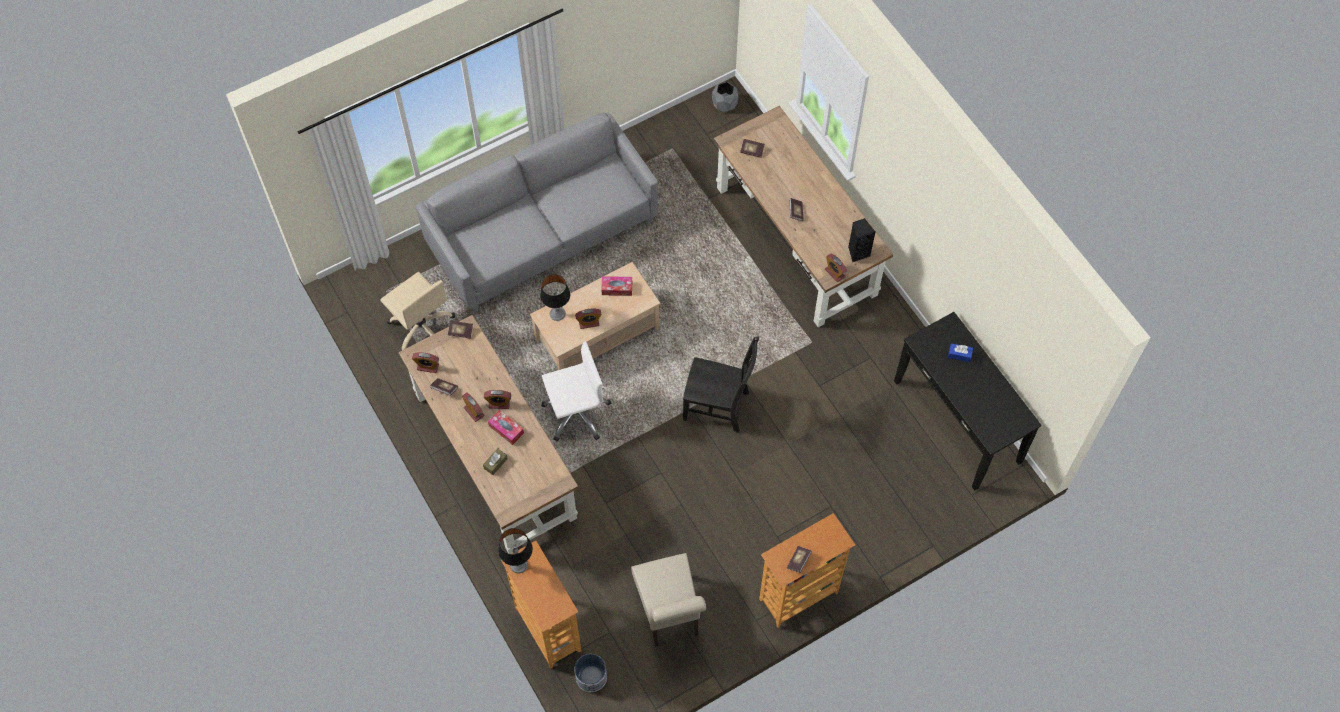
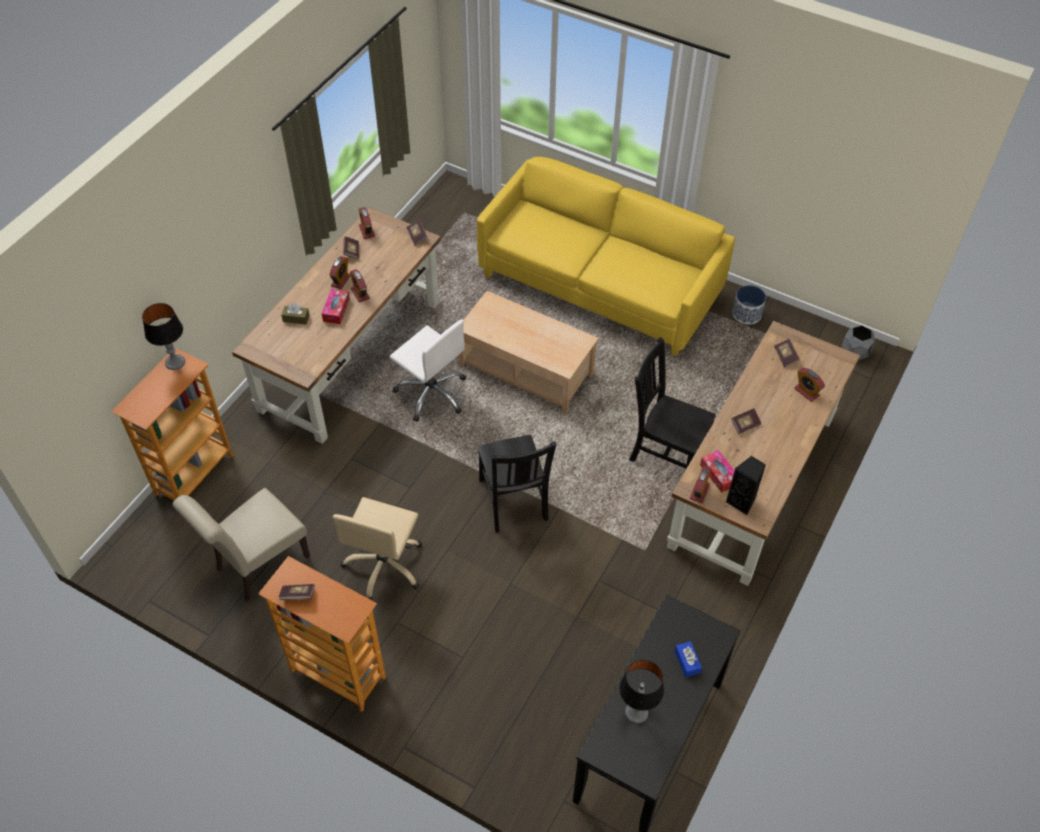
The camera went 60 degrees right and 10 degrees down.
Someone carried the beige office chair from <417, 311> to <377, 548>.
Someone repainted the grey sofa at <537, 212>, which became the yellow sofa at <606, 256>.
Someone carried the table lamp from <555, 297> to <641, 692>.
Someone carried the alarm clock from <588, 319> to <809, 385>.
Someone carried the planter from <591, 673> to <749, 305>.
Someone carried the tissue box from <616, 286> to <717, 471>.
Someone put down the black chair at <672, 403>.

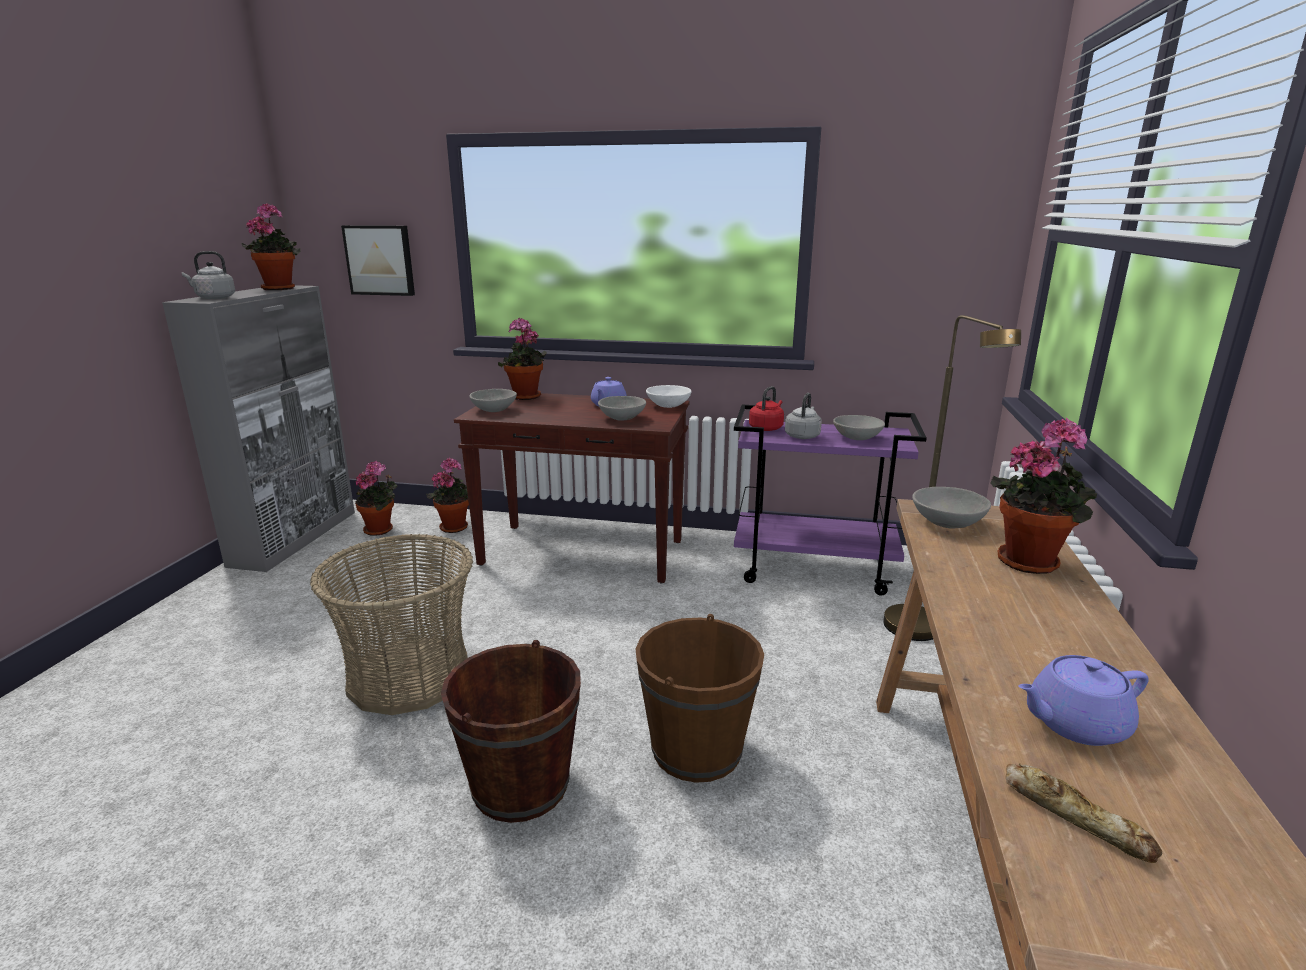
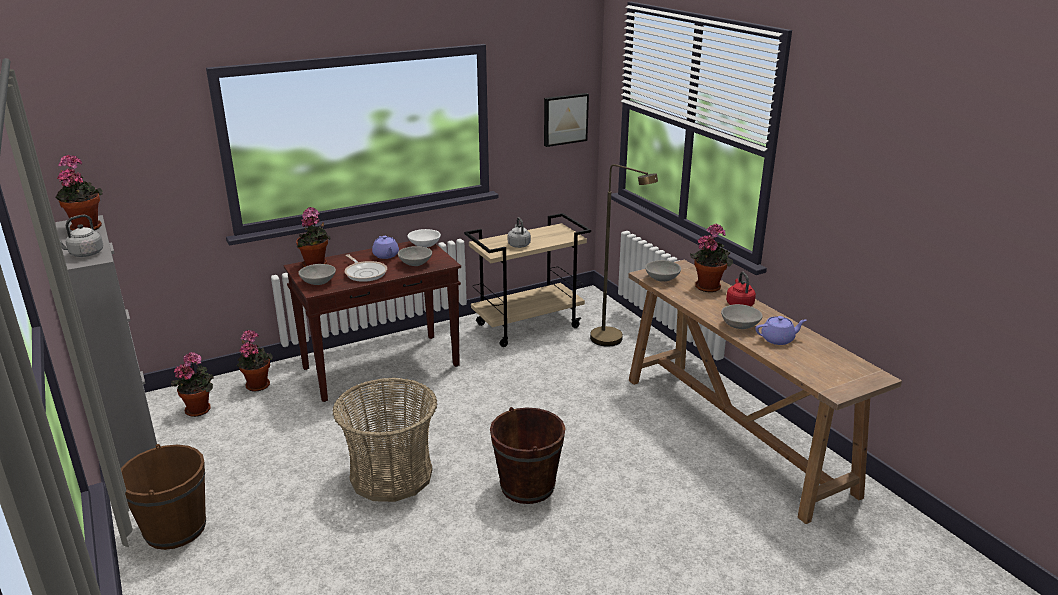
The camera went 40 degrees left and 5 degrees up.
Someone carried the picture from <378, 260> to <566, 120>.
Someone carried the brown bucket from <699, 698> to <163, 497>.
Someone repainted the purple cart at <830, 500>, which became the beige cart at <527, 280>.
Someone carried the red kettle from <766, 408> to <741, 289>.
Someone carried the grey bowl from <859, 427> to <741, 316>.
Someone took away the bread at <1084, 813>.
Someone rotated the purple teapot at <1083, 700> by 135 degrees counterclockwise.
Someone put down the frying pan at <366, 268>.

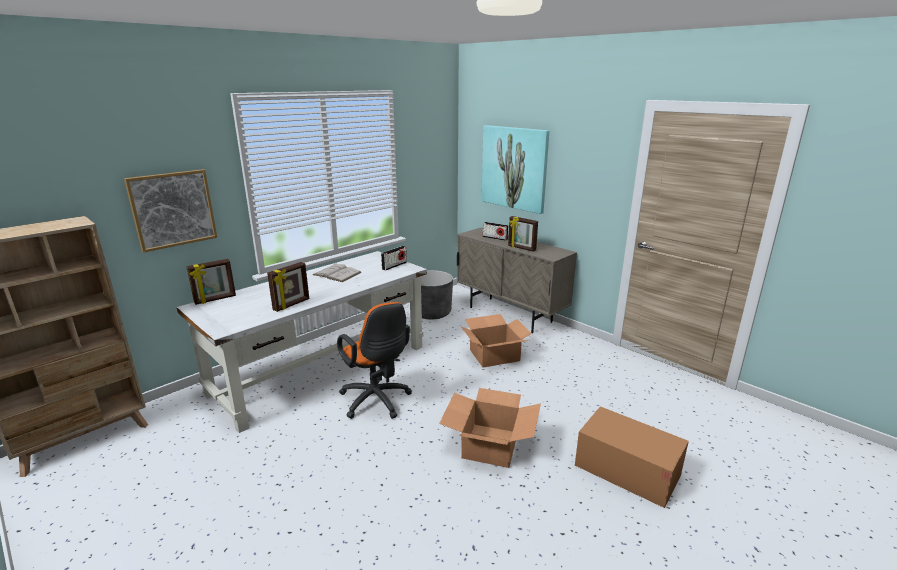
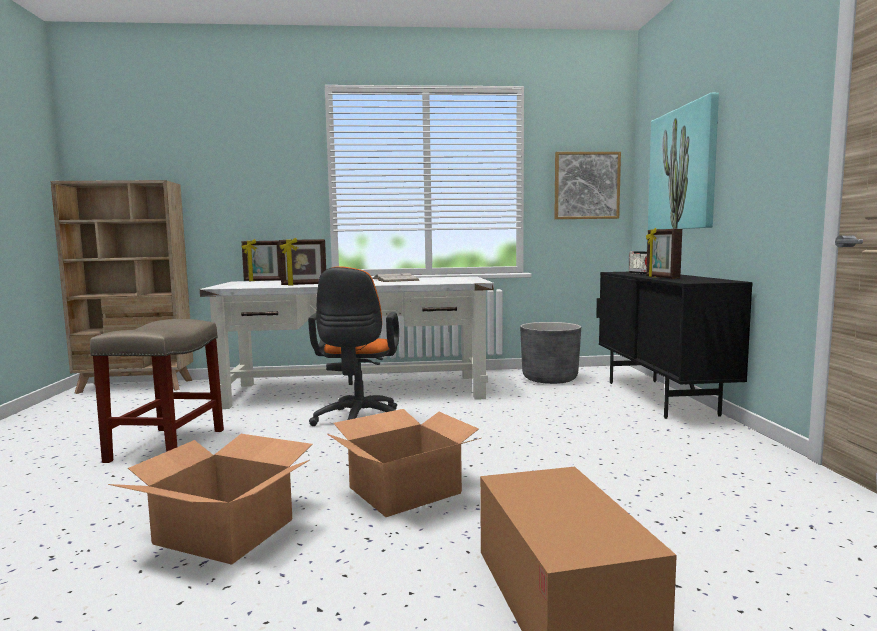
The camera went 40 degrees right and 15 degrees down.
Someone carried the picture from <170, 211> to <587, 185>.
Someone took away the radio at <394, 258>.
Someone repainted the beige cabinet at <517, 280>, which became the black cabinet at <674, 345>.
Someone carried the cardboard box from <496, 341> to <210, 499>.
Someone put down the beige stool at <157, 391>.

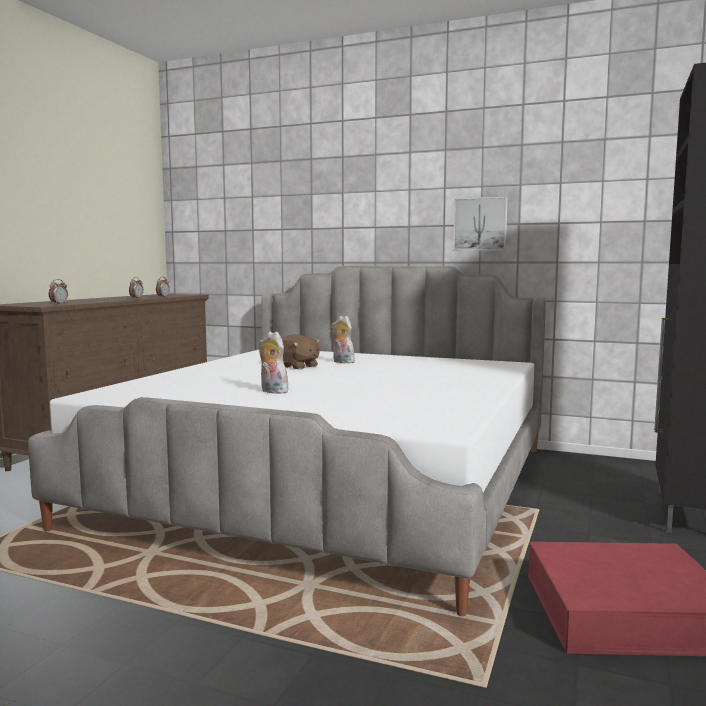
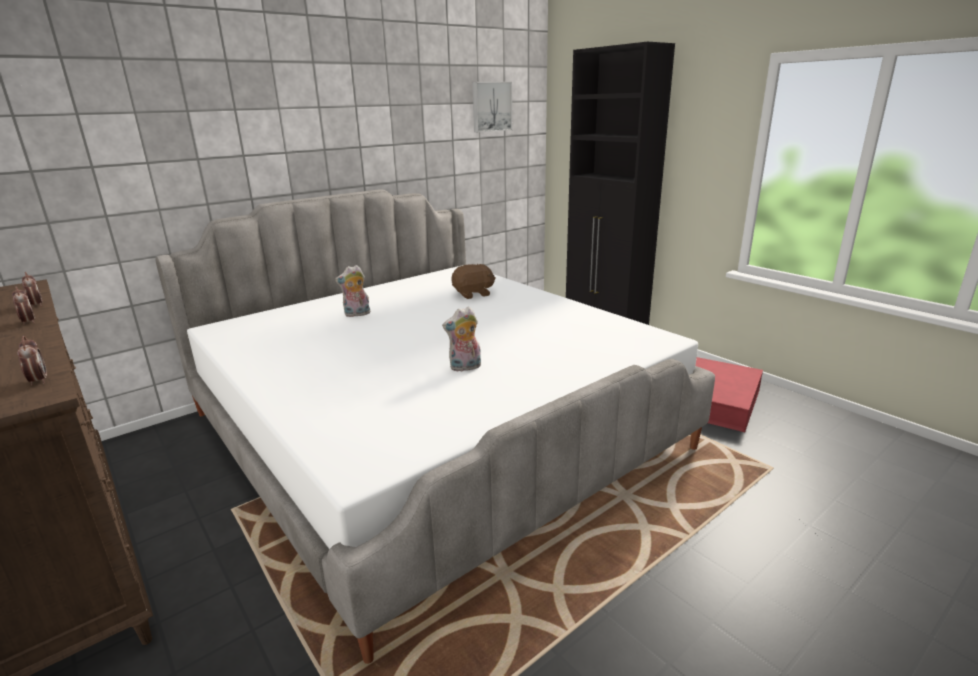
The camera went 60 degrees left and 15 degrees up.
Someone carried the brown plush toy from <301, 352> to <473, 281>.
Someone carried the picture from <480, 224> to <492, 107>.

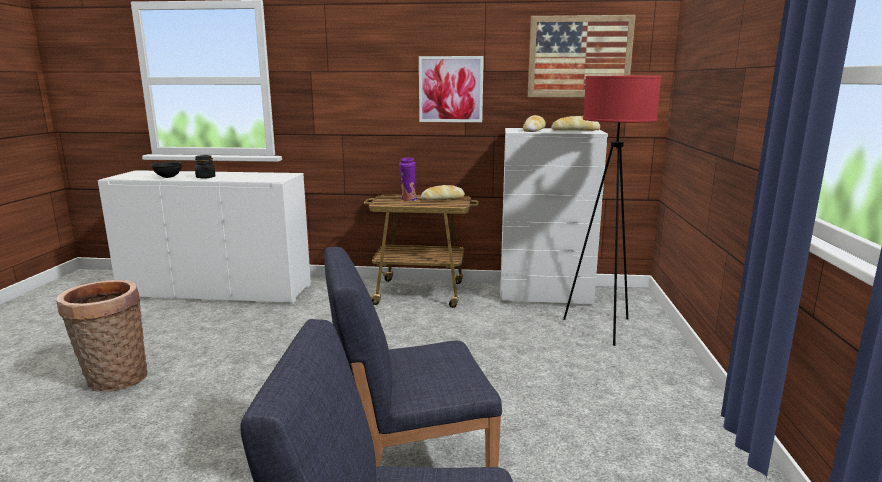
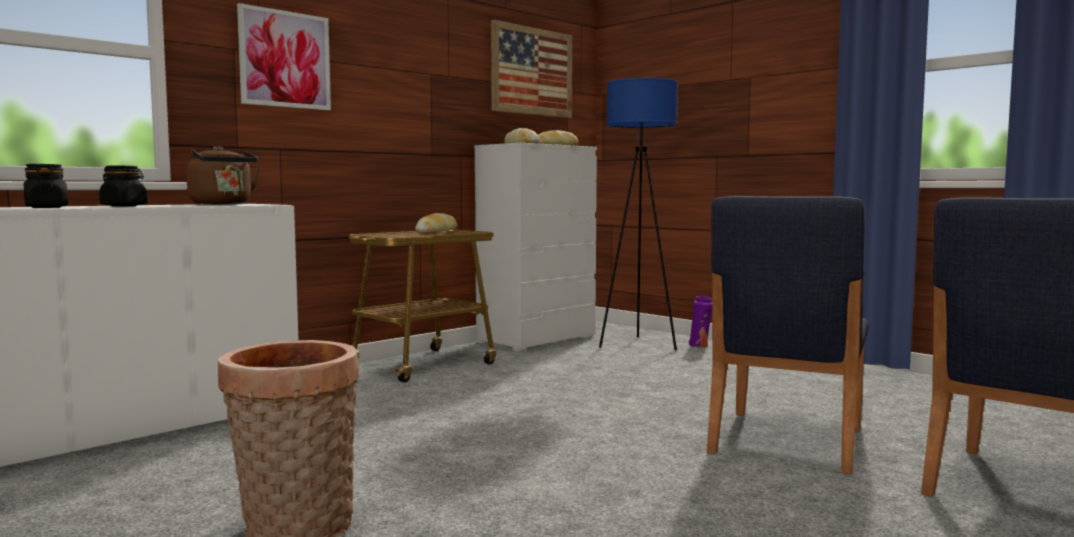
The camera went 50 degrees left and 10 degrees down.
Someone swapped the black bowl at <166, 170> for the black jar at <45, 186>.
Someone carried the purple vase from <408, 179> to <700, 322>.
Someone carried the picture from <451, 89> to <284, 56>.
Someone repainted the red floor lamp at <612, 211>, which became the blue floor lamp at <638, 214>.
Someone put down the brown kettle at <224, 175>.

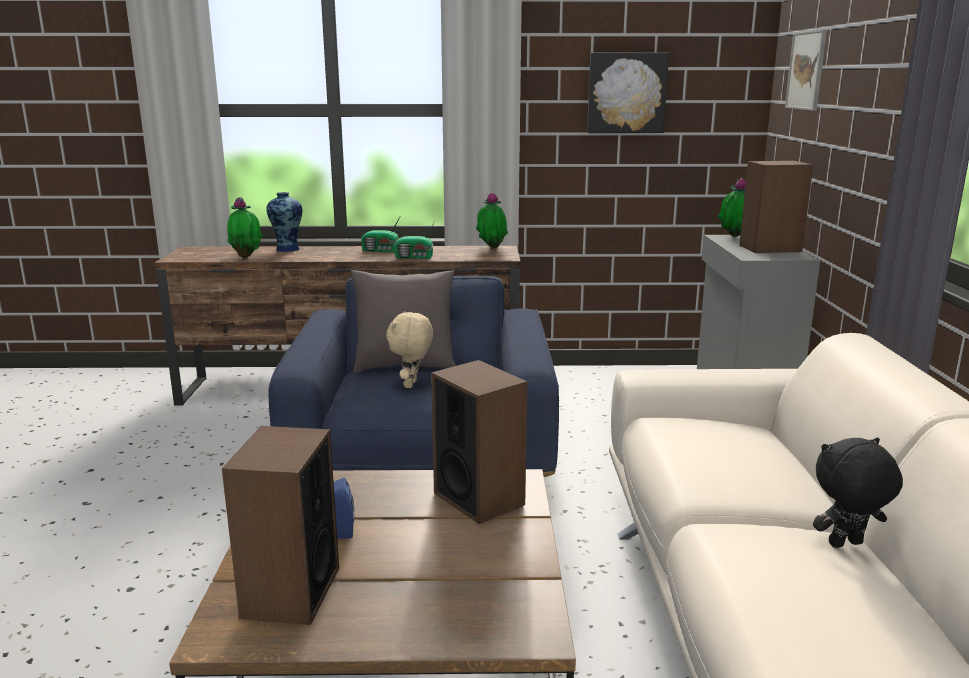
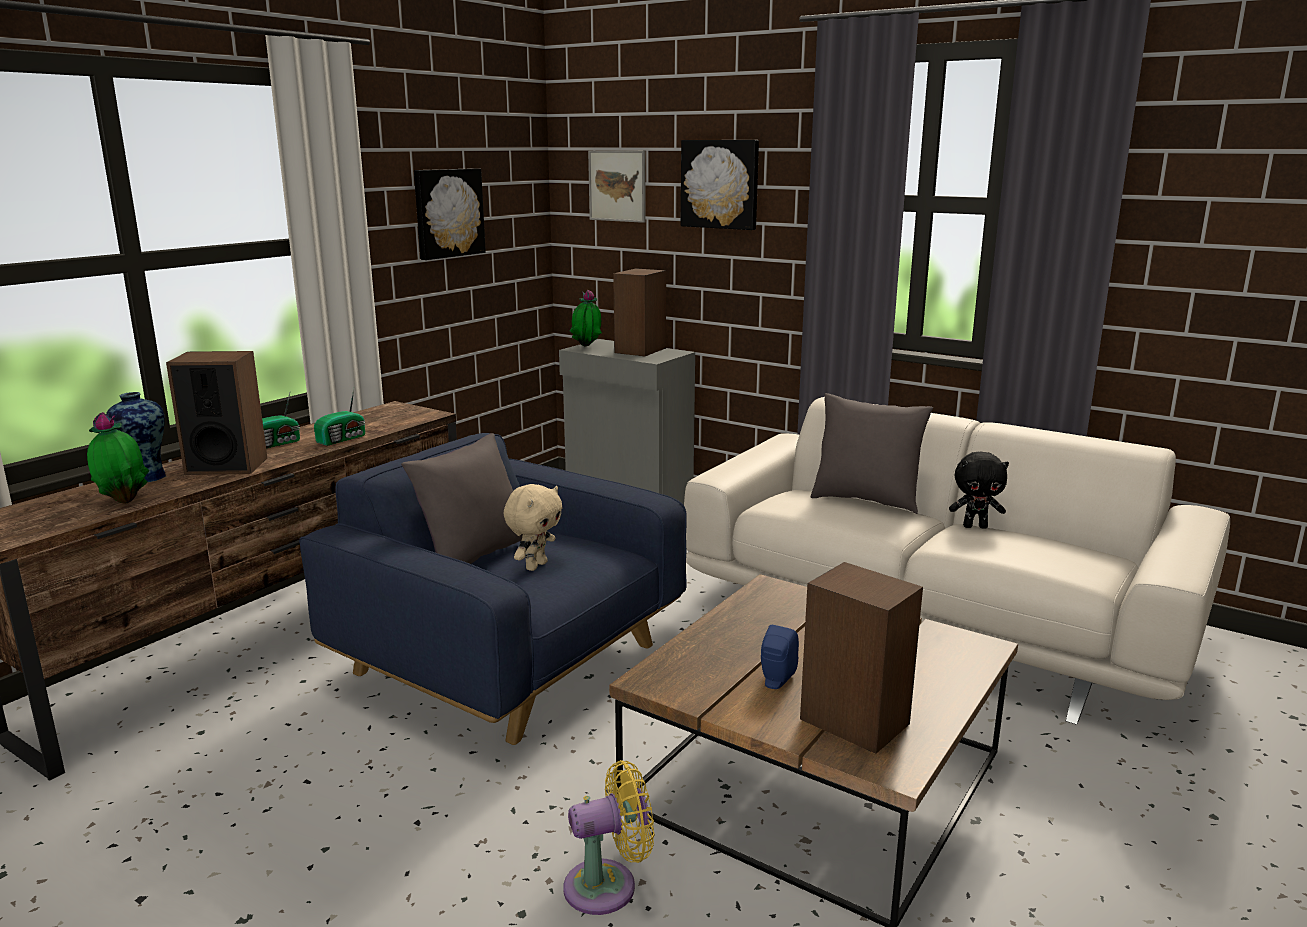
The camera went 55 degrees left and 0 degrees up.
Someone rotated the beige plush toy at <409, 349> by 105 degrees counterclockwise.
Someone carried the speaker from <479, 442> to <216, 413>.
Someone took away the potted plant at <492, 220>.
Someone rotated the black plush toy at <858, 493> by 105 degrees counterclockwise.
Someone put down the yellow fan at <609, 837>.
Someone put up the picture at <720, 185>.
Someone put down the grey pillow at <872, 453>.

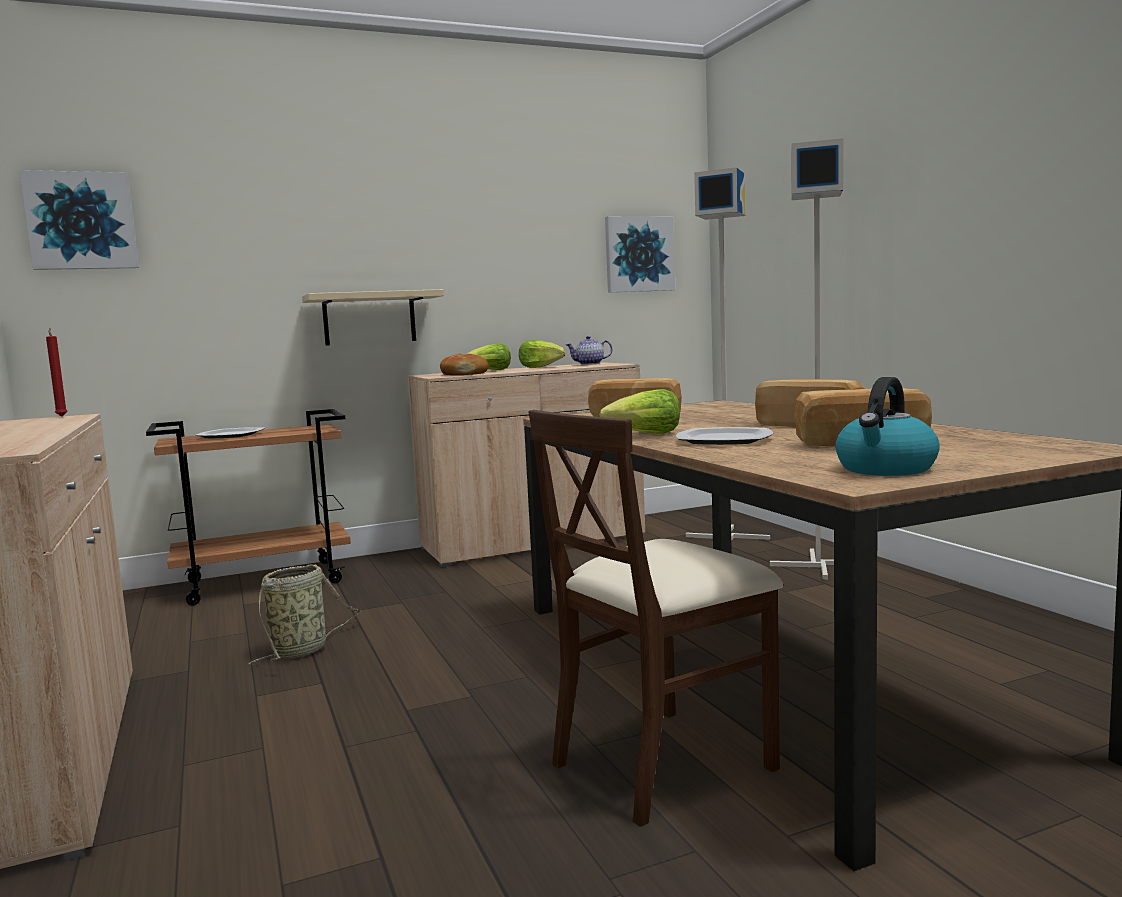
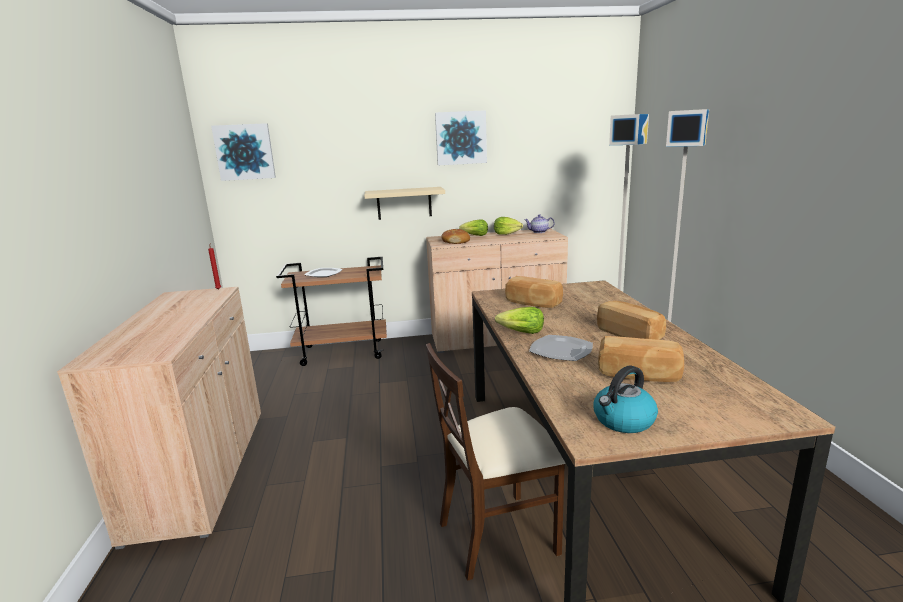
The camera went 15 degrees right and 10 degrees up.
Someone took away the basket at <305, 614>.
Someone carried the picture from <640, 254> to <461, 137>.

